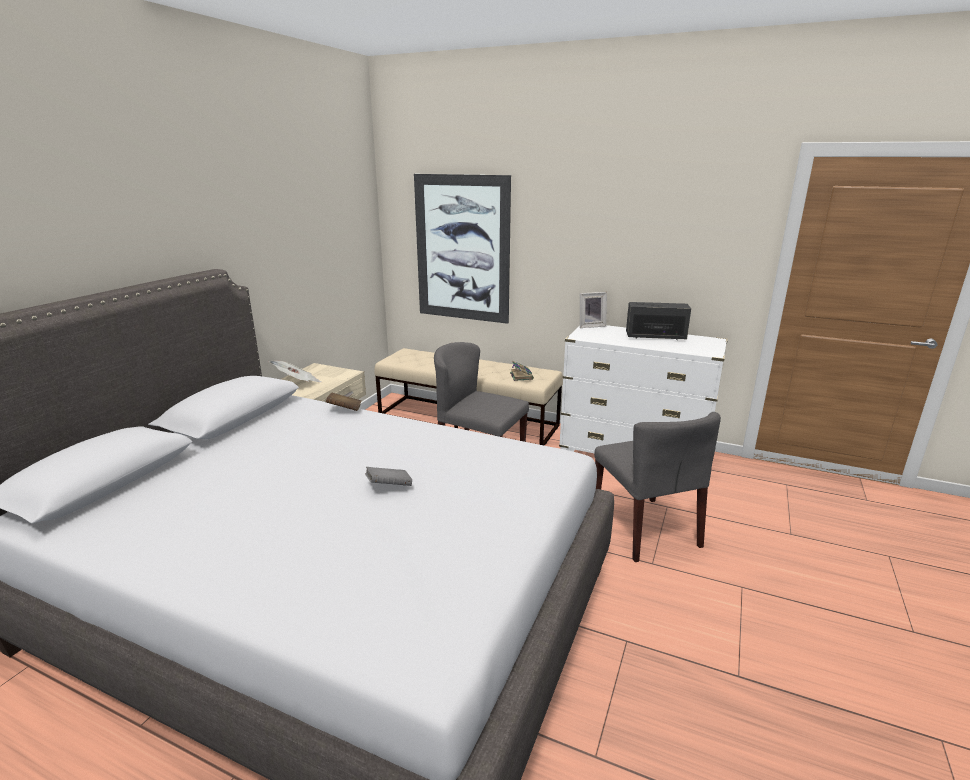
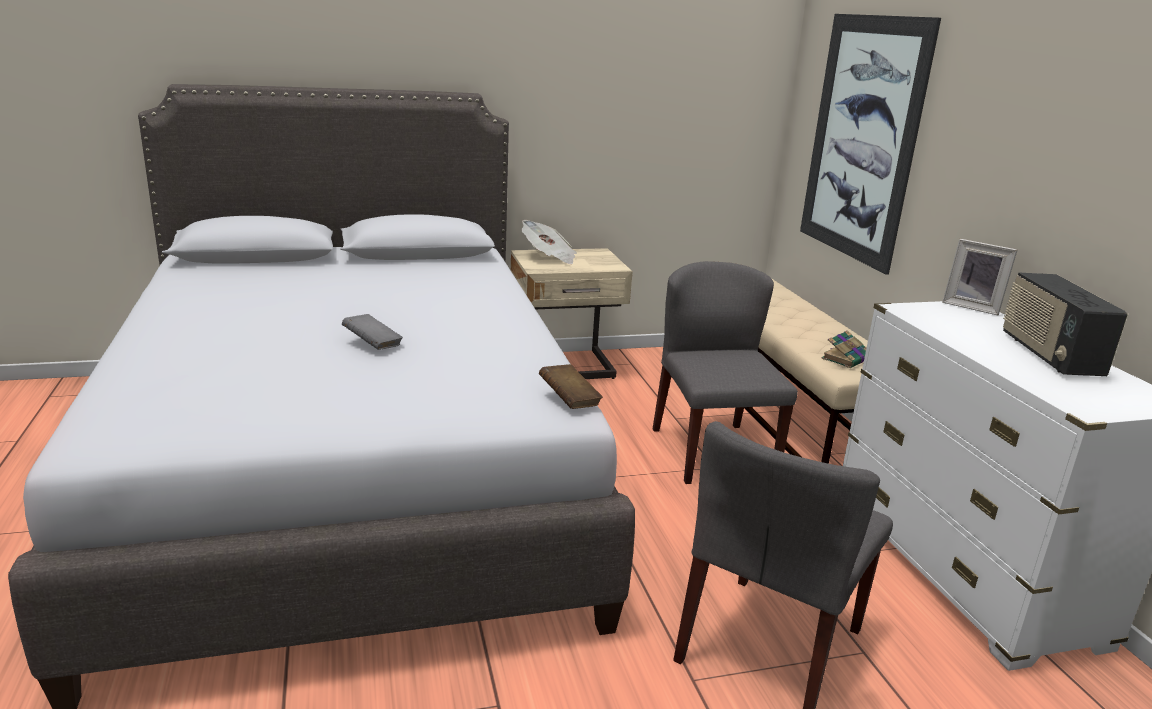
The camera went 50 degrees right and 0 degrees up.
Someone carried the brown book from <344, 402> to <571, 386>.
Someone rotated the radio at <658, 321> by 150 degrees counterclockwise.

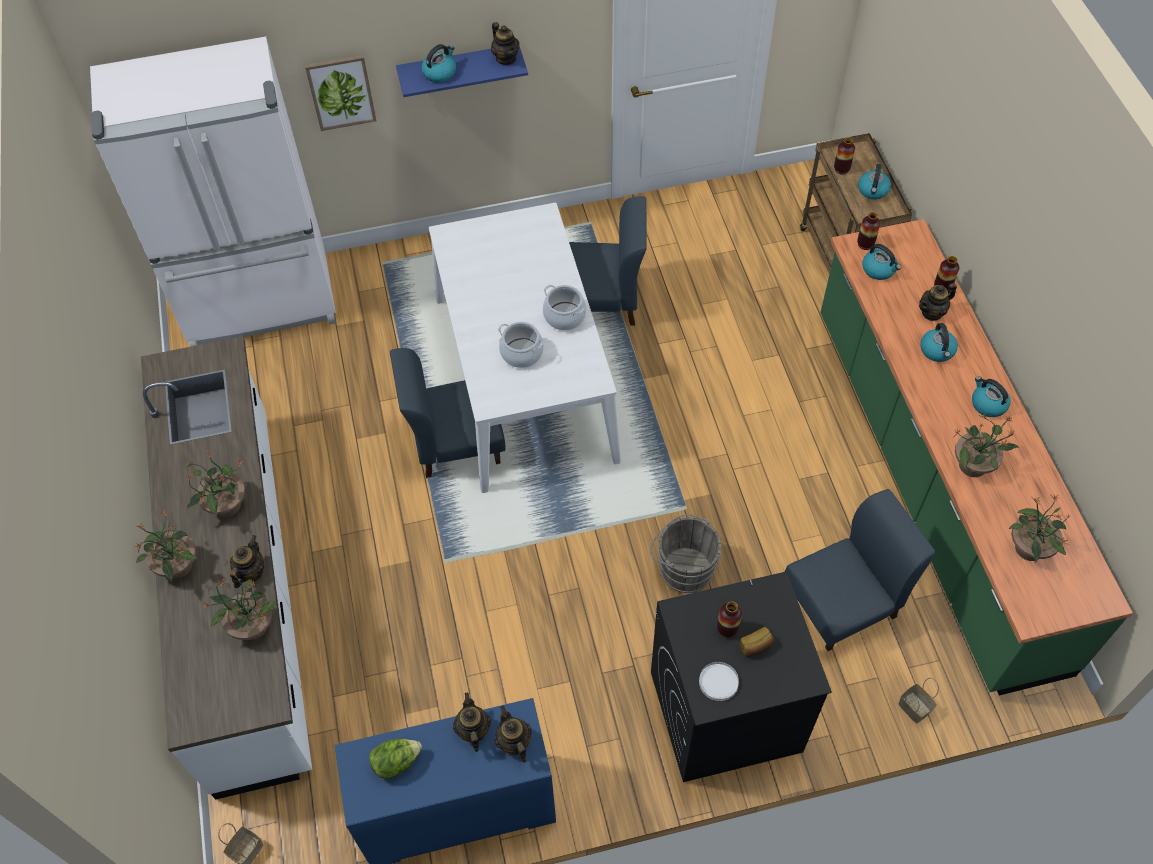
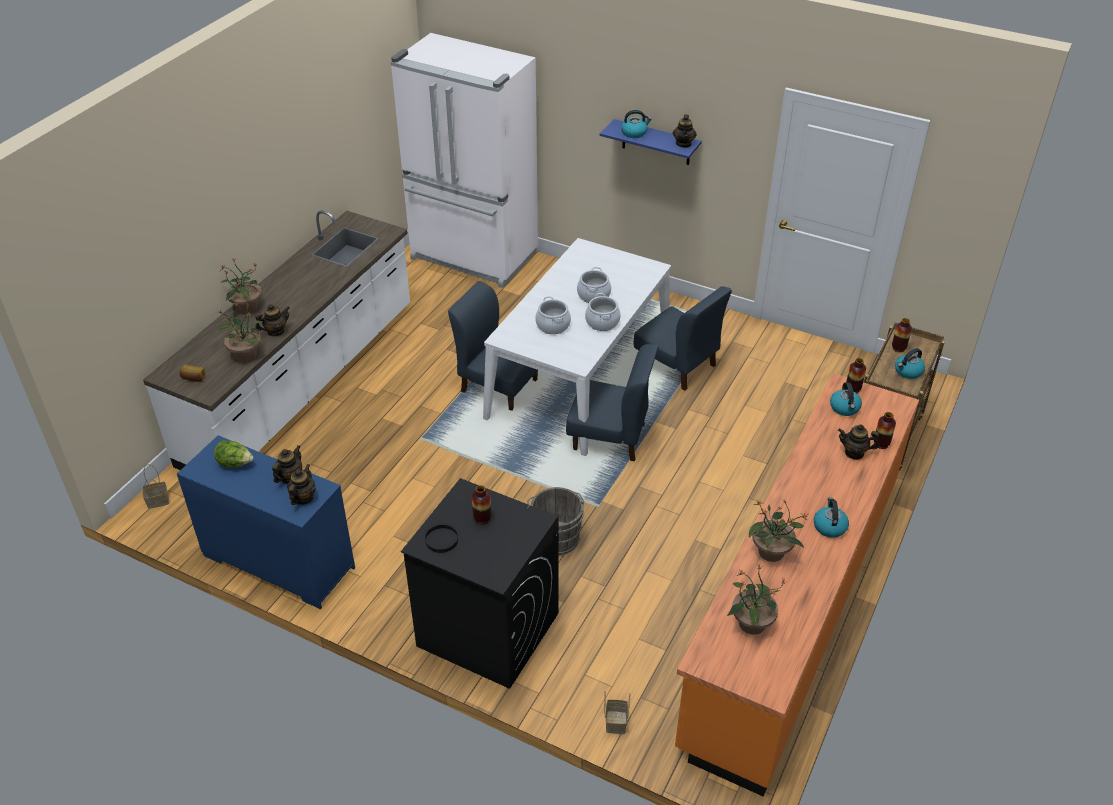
The camera went 40 degrees right and 15 degrees down.
Someone took away the potted plant at <215, 483>.
Someone took away the picture at <340, 93>.
Someone repainted the white plate at <719, 681>, which became the black plate at <441, 539>.
Someone carried the bread from <757, 642> to <192, 373>.
Someone carried the blue chair from <860, 570> to <612, 402>.
Someone repainted the green counter at <976, 457>, which became the orange counter at <797, 585>.
Someone took away the kettle at <939, 342>.
Someone put down the cooking pot at <594, 285>.

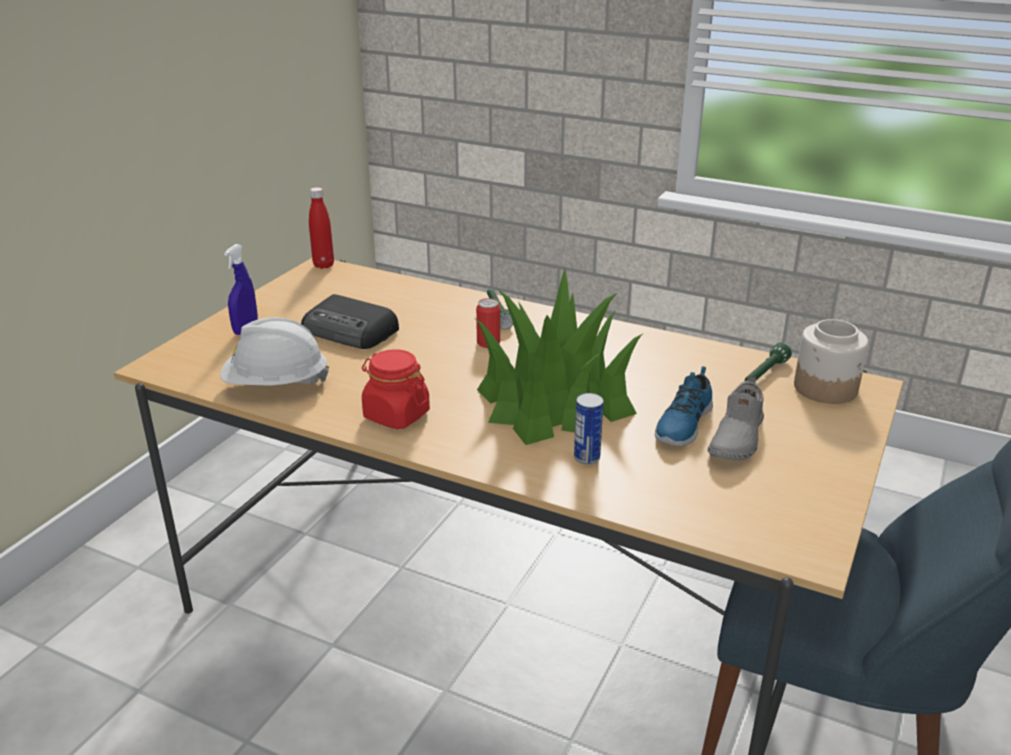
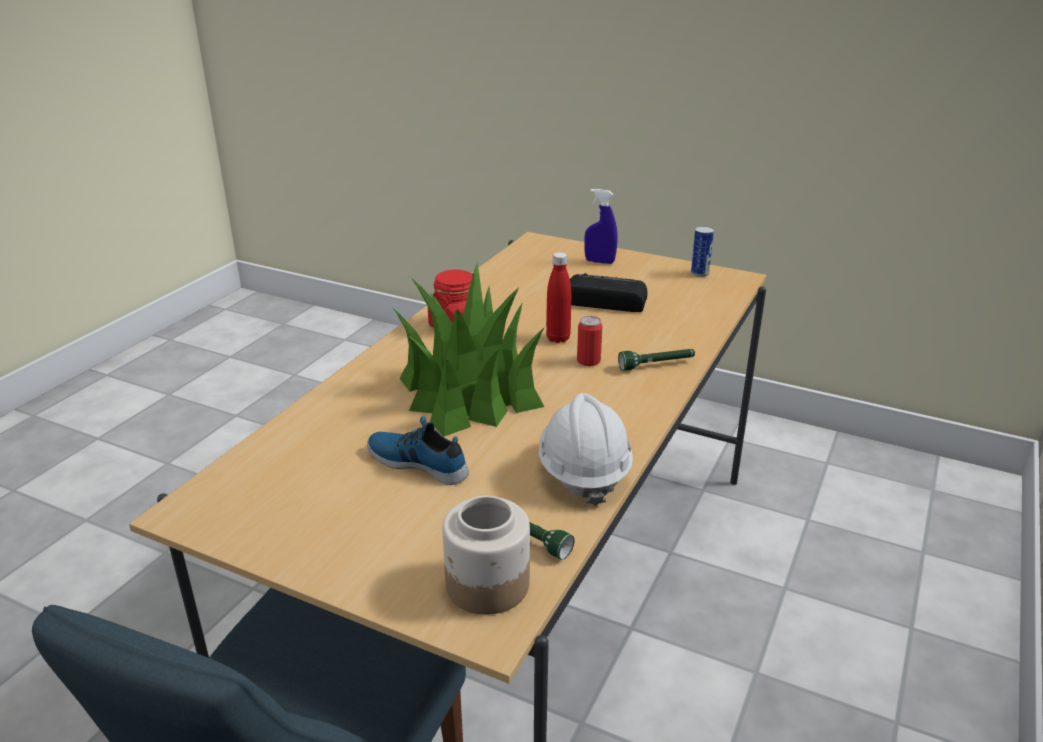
The camera went 90 degrees right and 0 degrees up.
Someone carried the white hard hat from <274, 351> to <586, 449>.
Someone rotated the radio at <350, 321> by 75 degrees clockwise.
Someone carried the red bottle from <321, 228> to <558, 297>.
Someone carried the can from <589, 429> to <702, 251>.
Someone took away the grey shoe at <735, 418>.

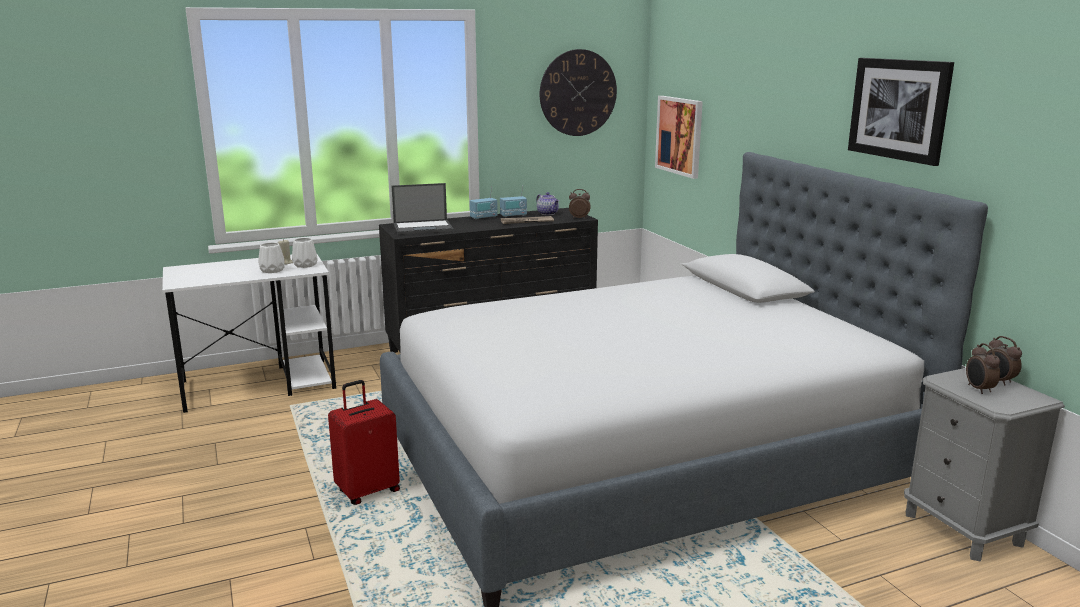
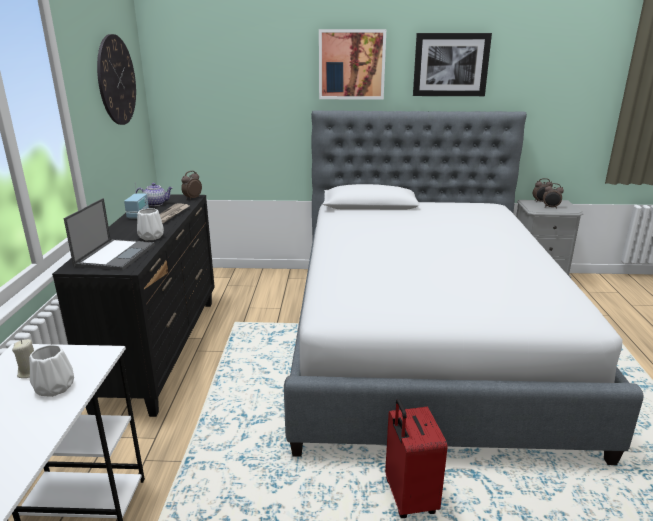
The camera went 65 degrees left and 5 degrees up.
Someone carried the white vase from <305, 253> to <150, 224>.
Someone took away the radio at <484, 203>.
Someone carried the picture from <679, 137> to <352, 64>.

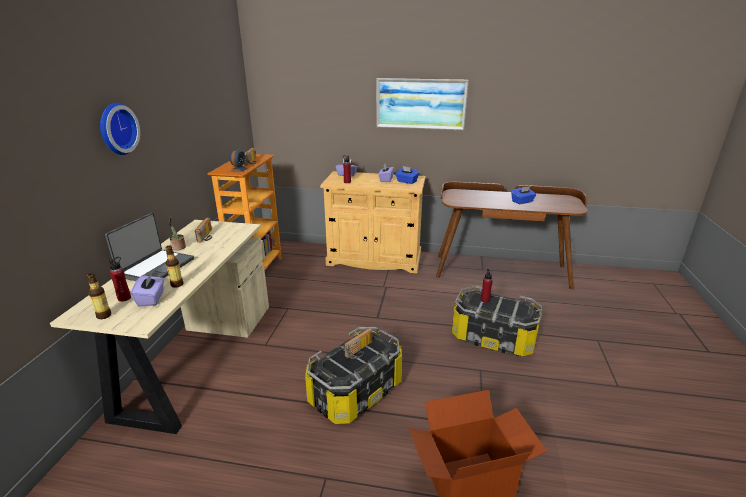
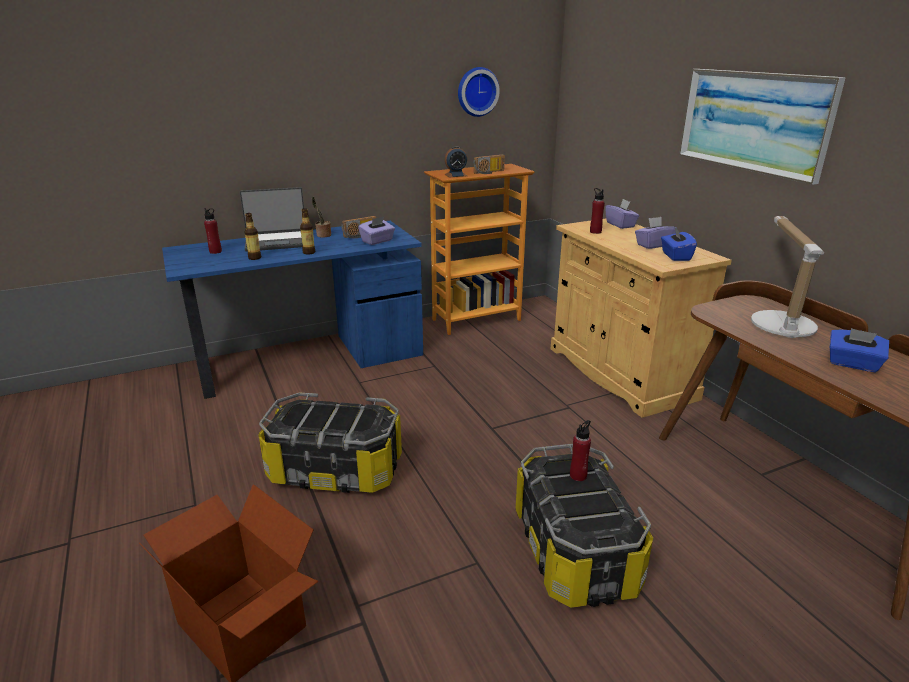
The camera went 55 degrees right and 0 degrees up.
Someone repainted the beige desk at <159, 327>, which became the blue desk at <292, 310>.
Someone carried the bottle from <99, 296> to <307, 231>.
Someone carried the wall clock from <120, 129> to <479, 92>.
Someone carried the purple tissue box from <147, 290> to <376, 231>.
Someone took away the radio at <358, 343>.
Someone put down the table lamp at <787, 277>.

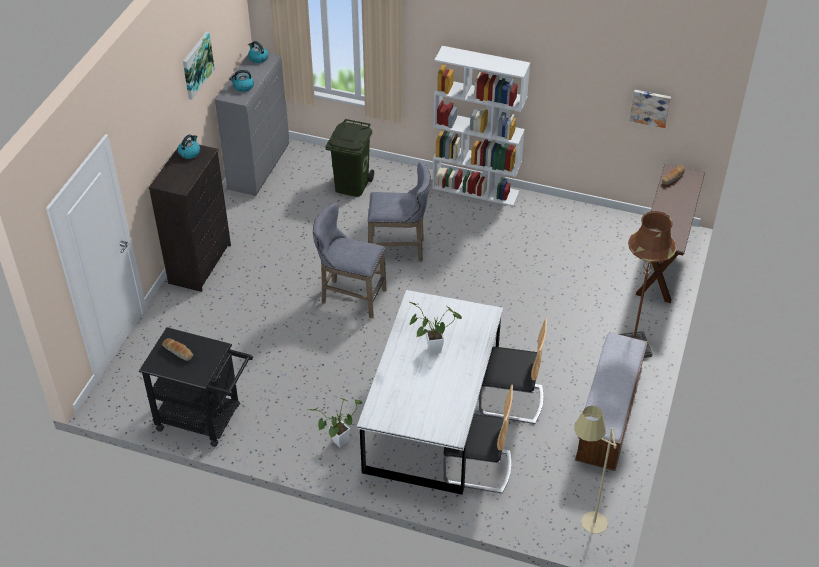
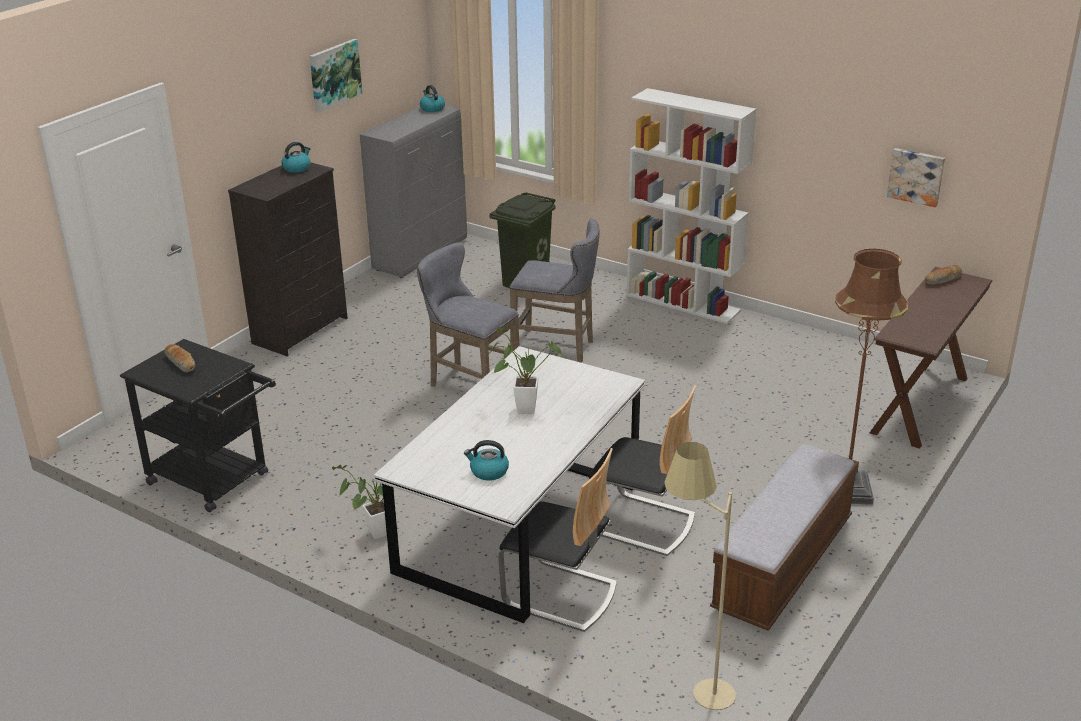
The camera went 15 degrees right and 15 degrees down.
Someone carried the kettle from <241, 81> to <486, 460>.

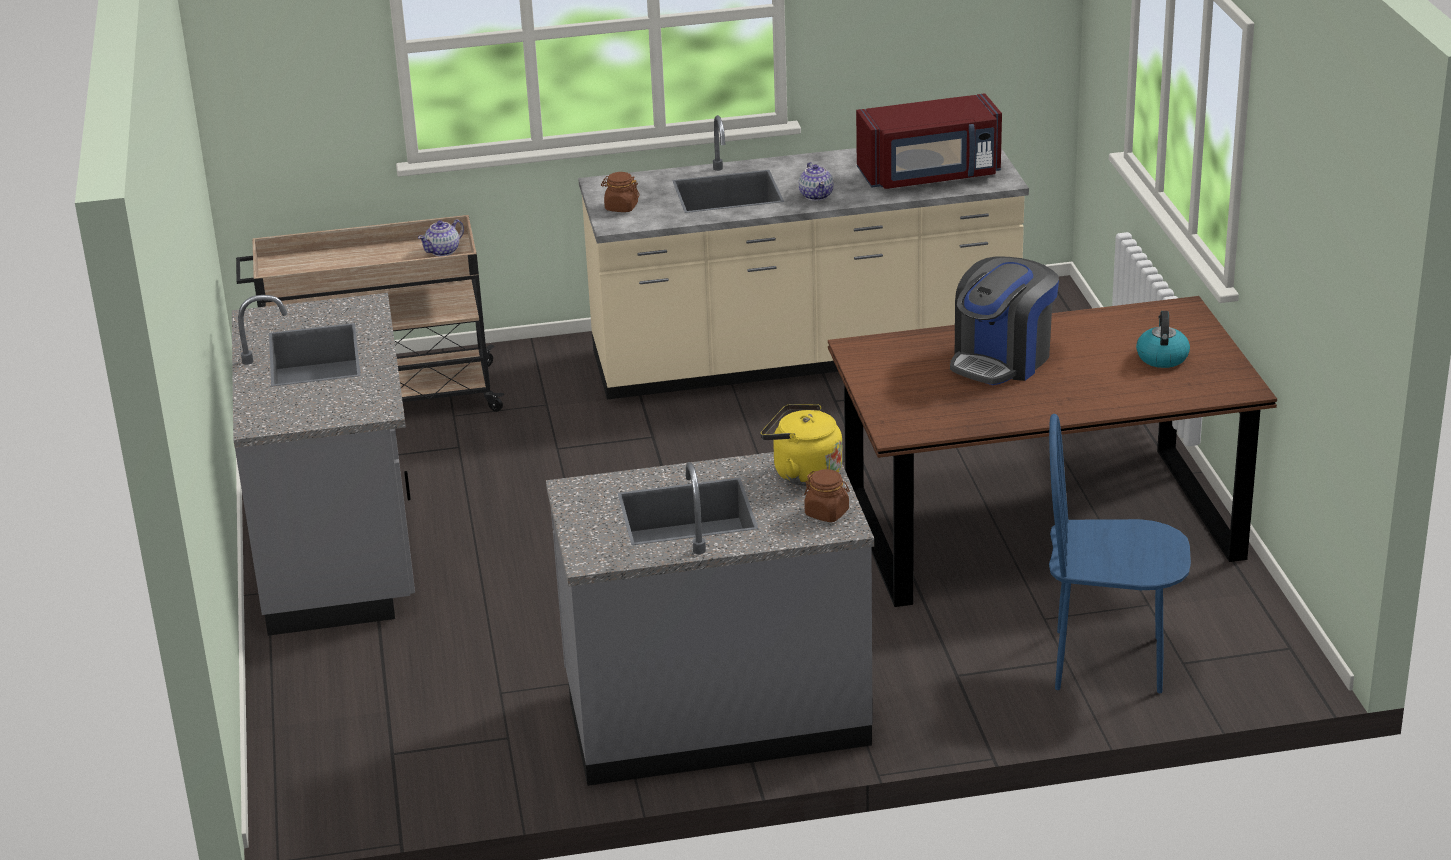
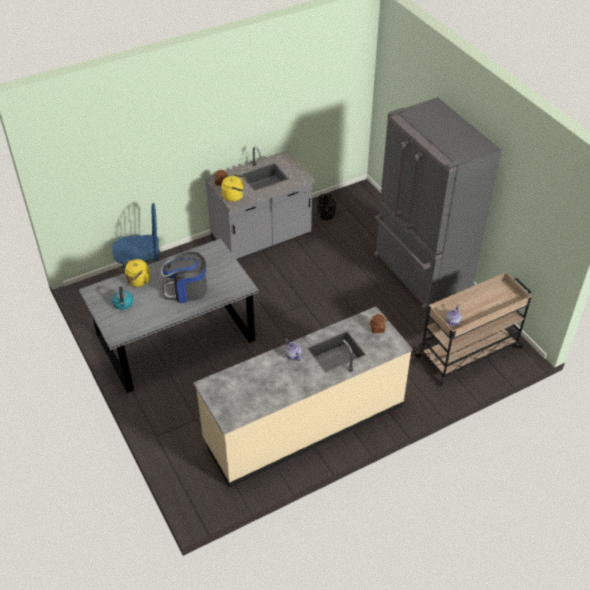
The camera went 160 degrees right and 15 degrees up.
Someone swapped the grey counter at <323, 464> for the grey fridge at <438, 203>.
Someone repainted the brown dining table at <1052, 451>, which became the grey dining table at <169, 315>.
Someone took away the red microwave at <929, 141>.
Someone rotated the coffee machine at <1004, 320> by 120 degrees counterclockwise.
Someone put down the yellow kettle at <134, 273>.
Someone put down the black planter at <327, 207>.

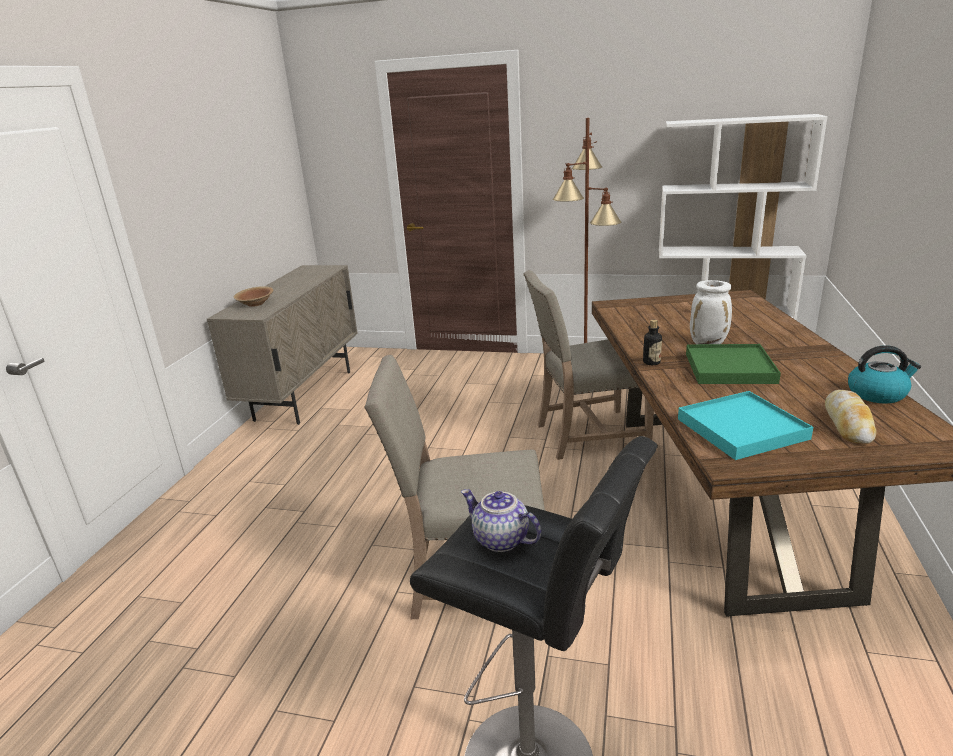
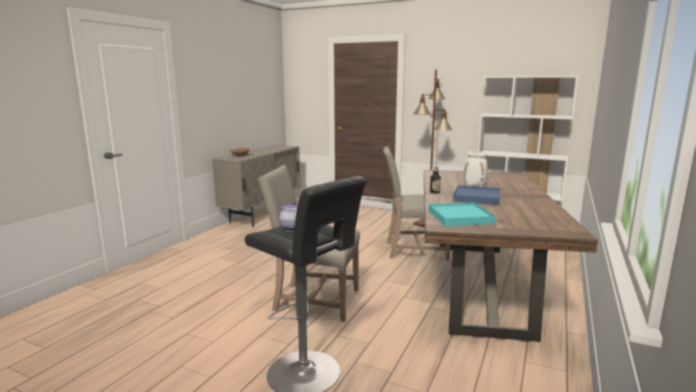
The camera went 10 degrees right and 10 degrees down.
Someone repainted the green tray at <733, 364>, which became the blue tray at <477, 195>.
Someone took away the bread at <850, 417>.
Someone took away the kettle at <884, 374>.

